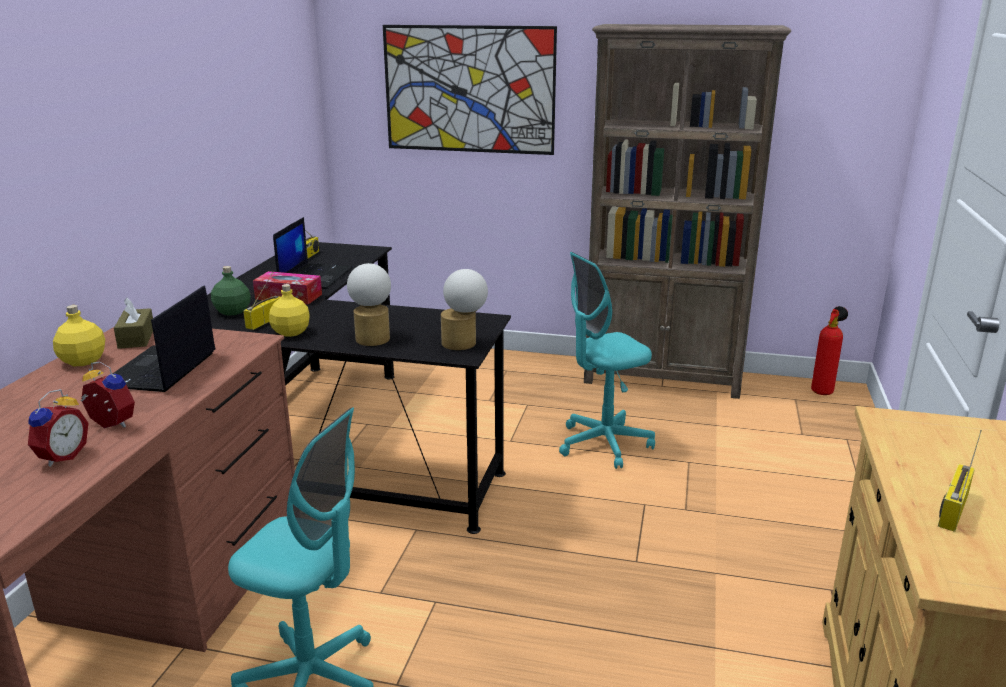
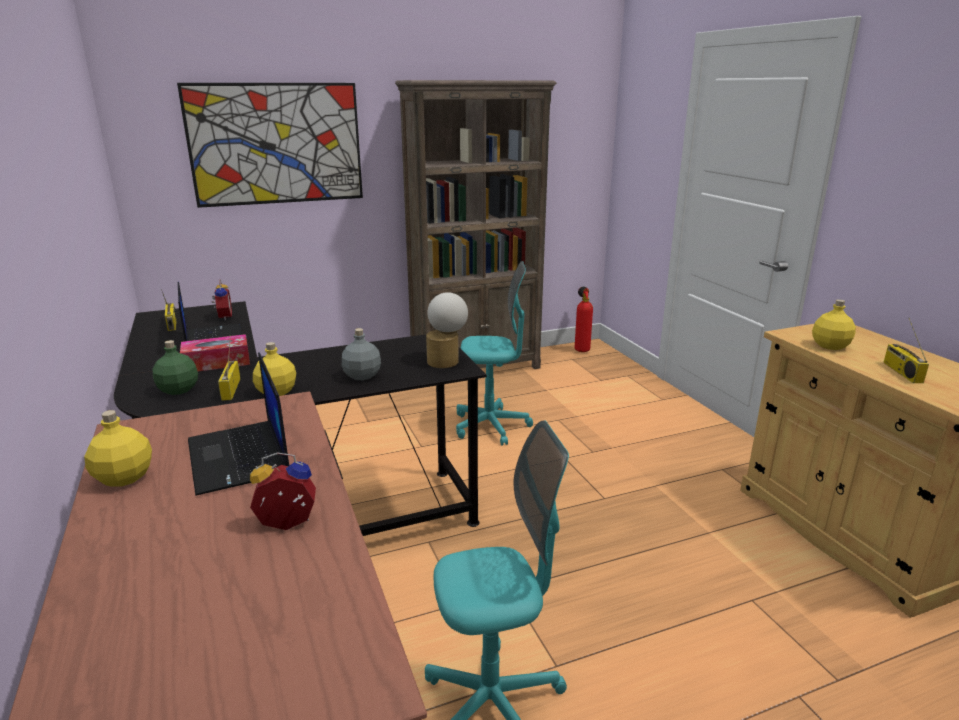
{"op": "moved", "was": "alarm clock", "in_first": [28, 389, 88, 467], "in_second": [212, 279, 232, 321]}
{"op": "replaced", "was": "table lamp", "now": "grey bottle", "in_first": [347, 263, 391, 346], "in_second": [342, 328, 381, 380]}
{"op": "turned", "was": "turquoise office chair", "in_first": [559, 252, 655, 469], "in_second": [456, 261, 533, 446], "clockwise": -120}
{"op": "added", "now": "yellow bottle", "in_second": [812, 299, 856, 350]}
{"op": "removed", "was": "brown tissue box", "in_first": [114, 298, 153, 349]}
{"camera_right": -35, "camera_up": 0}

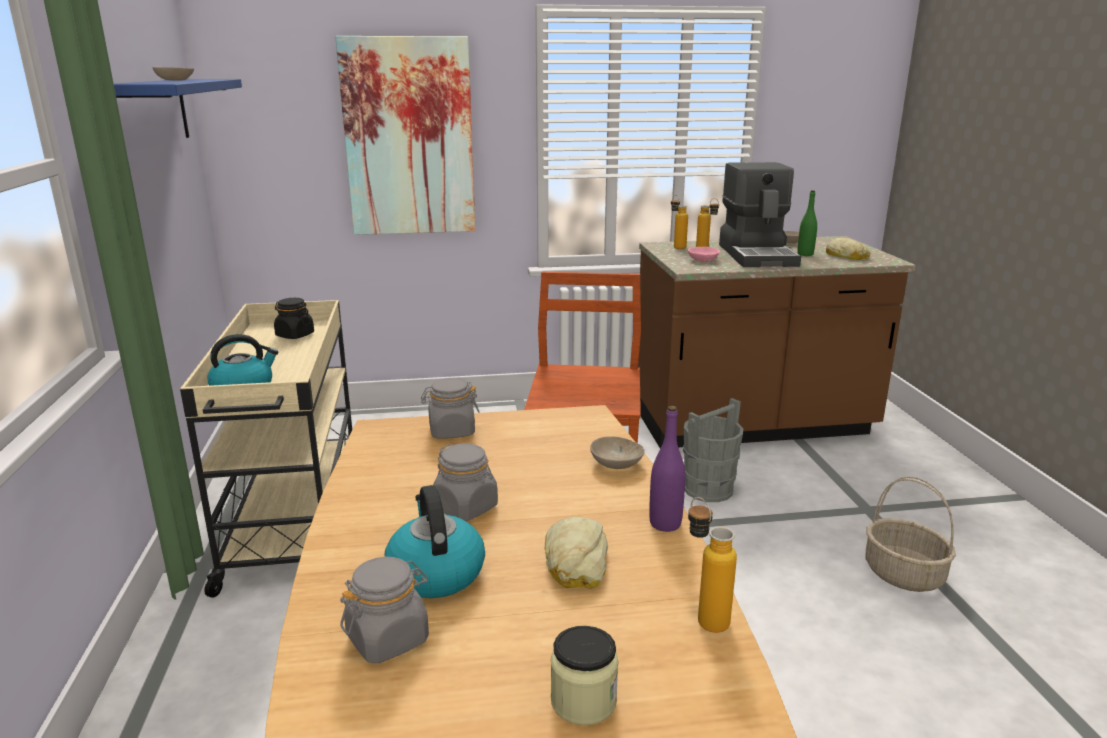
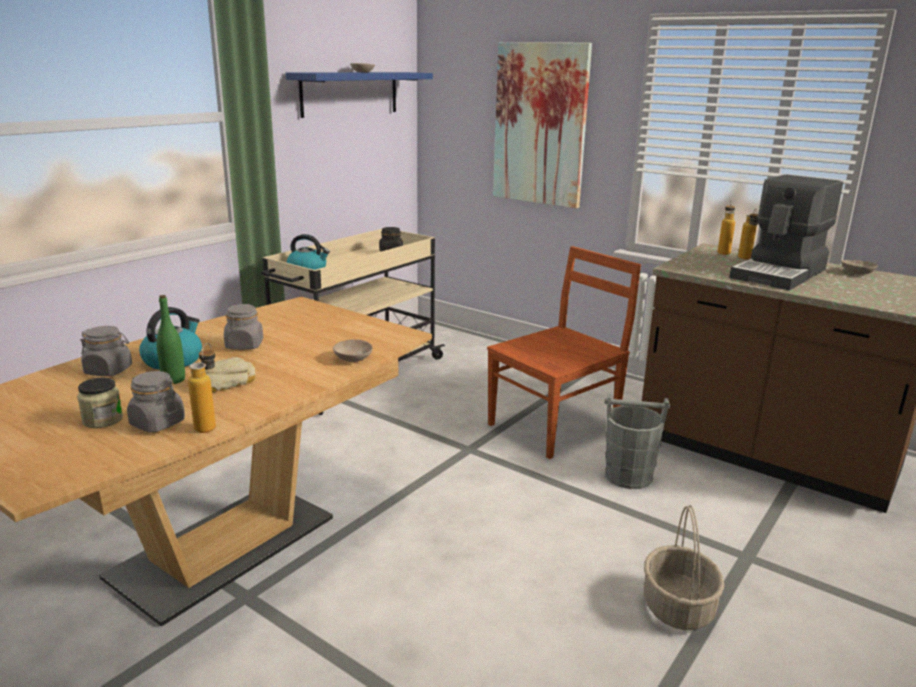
{"op": "moved", "was": "grey jar", "in_first": [421, 378, 479, 439], "in_second": [127, 371, 185, 433]}
{"op": "moved", "was": "green bottle", "in_first": [797, 190, 817, 256], "in_second": [156, 295, 185, 384]}
{"op": "removed", "was": "purple bottle", "in_first": [649, 406, 686, 532]}
{"op": "removed", "was": "pink bowl", "in_first": [688, 247, 720, 262]}
{"op": "removed", "was": "bread", "in_first": [826, 238, 870, 260]}
{"camera_right": 45, "camera_up": 0}

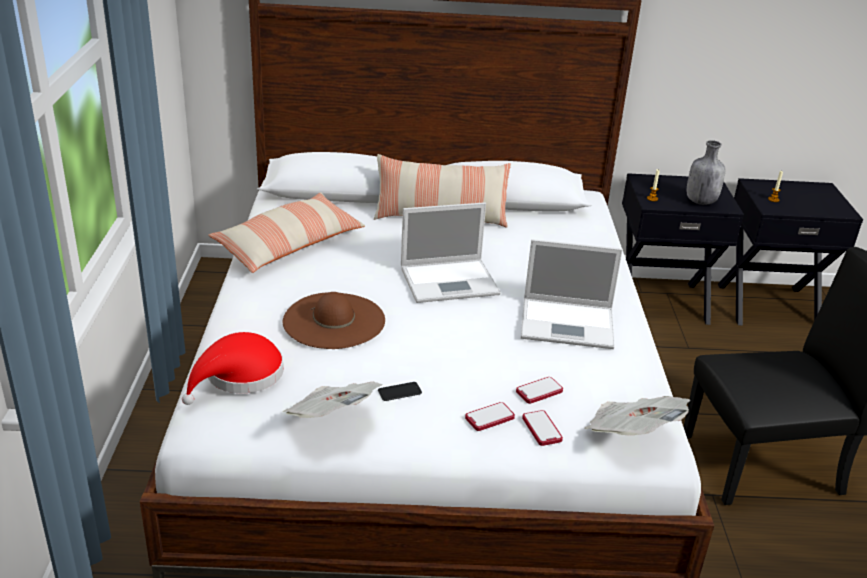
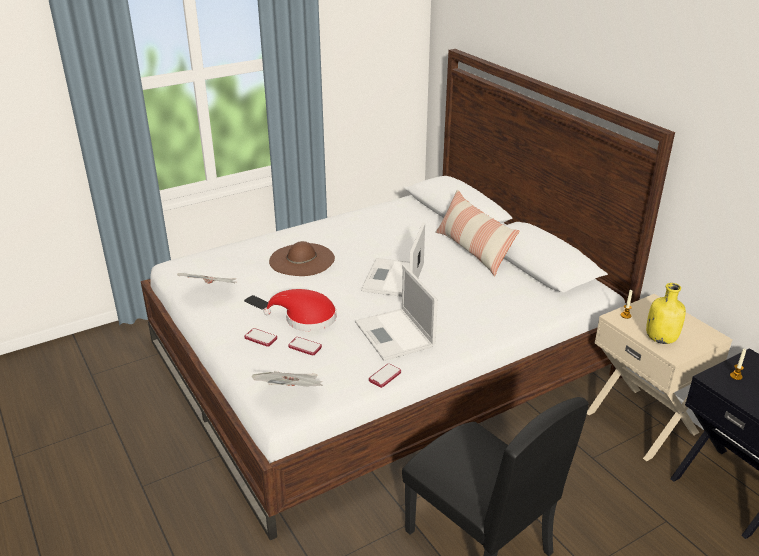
{"op": "moved", "was": "red hat", "in_first": [182, 332, 284, 405], "in_second": [264, 289, 336, 331]}
{"op": "turned", "was": "laptop", "in_first": [401, 202, 501, 303], "in_second": [361, 222, 425, 297], "clockwise": 60}
{"op": "moved", "was": "phone", "in_first": [522, 410, 563, 446], "in_second": [369, 364, 401, 388]}
{"op": "recoloured", "was": "black nightstand", "now": "beige nightstand", "in_first": [622, 173, 744, 325], "in_second": [587, 294, 732, 461]}
{"op": "recoloured", "was": "grey bottle", "now": "yellow bottle", "in_first": [687, 140, 725, 205], "in_second": [646, 283, 686, 344]}
{"op": "removed", "was": "pillow", "in_first": [208, 192, 365, 273]}
{"camera_right": 60, "camera_up": 0}

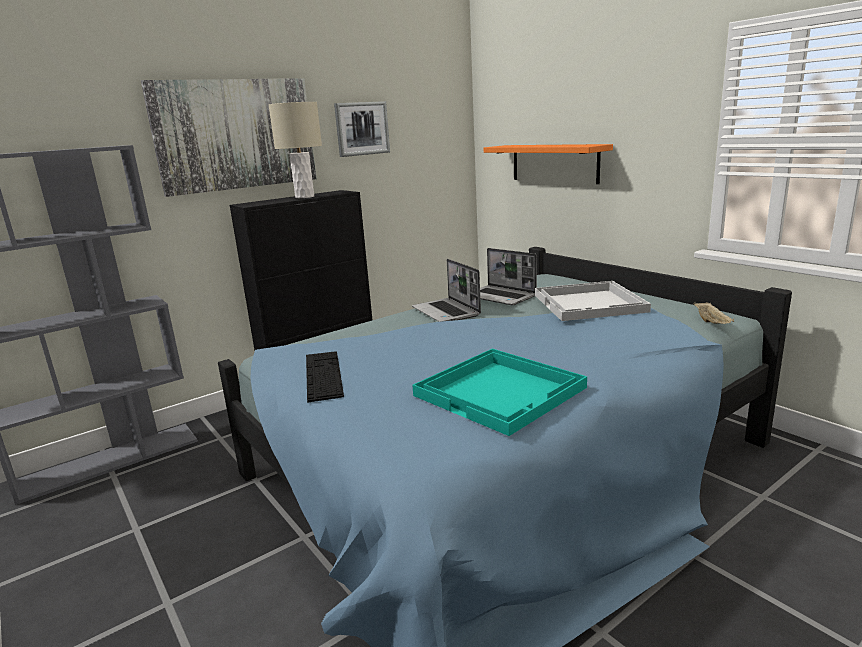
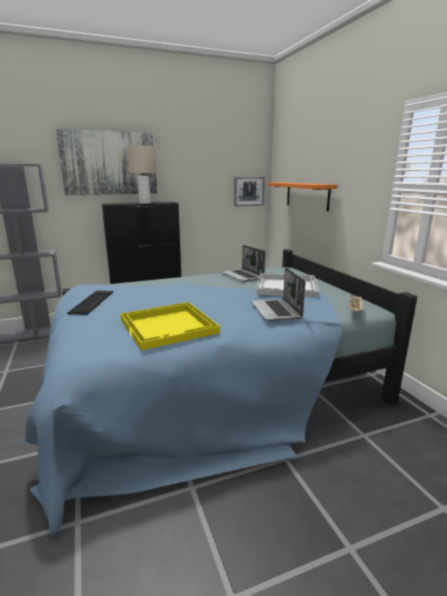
{"op": "recoloured", "was": "turquoise tray", "now": "yellow tray", "in_first": [412, 349, 587, 436], "in_second": [121, 302, 220, 350]}
{"op": "moved", "was": "picture", "in_first": [334, 101, 390, 157], "in_second": [234, 177, 265, 206]}
{"op": "moved", "was": "laptop", "in_first": [412, 259, 481, 322], "in_second": [251, 267, 305, 321]}
{"camera_right": 15, "camera_up": 0}

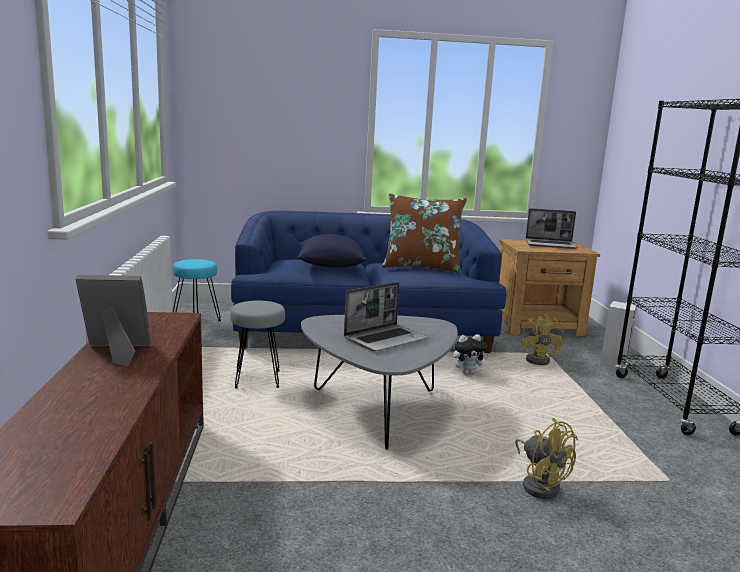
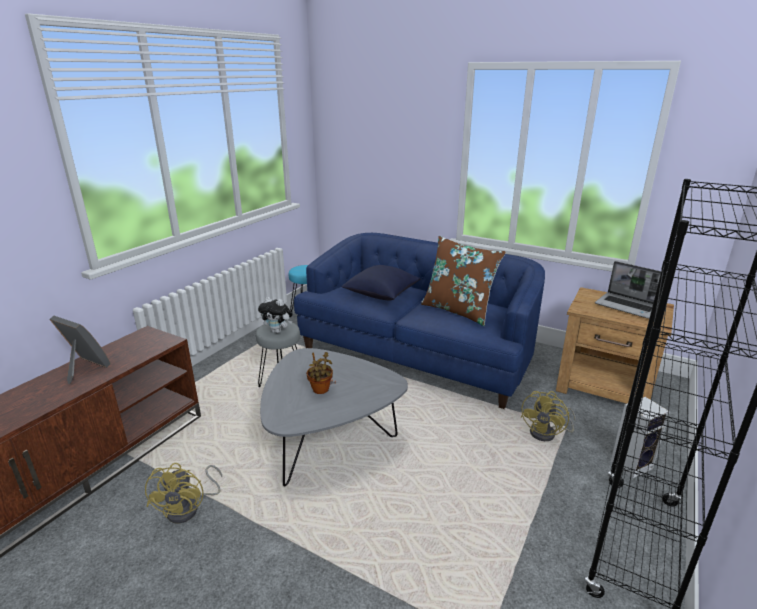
{"op": "moved", "was": "yellow fan", "in_first": [515, 418, 578, 499], "in_second": [145, 463, 222, 523]}
{"op": "moved", "was": "plush toy", "in_first": [453, 334, 488, 374], "in_second": [258, 297, 293, 333]}
{"op": "replaced", "was": "laptop", "now": "potted plant", "in_first": [344, 282, 428, 352], "in_second": [306, 352, 333, 394]}
{"camera_right": 35, "camera_up": 10}

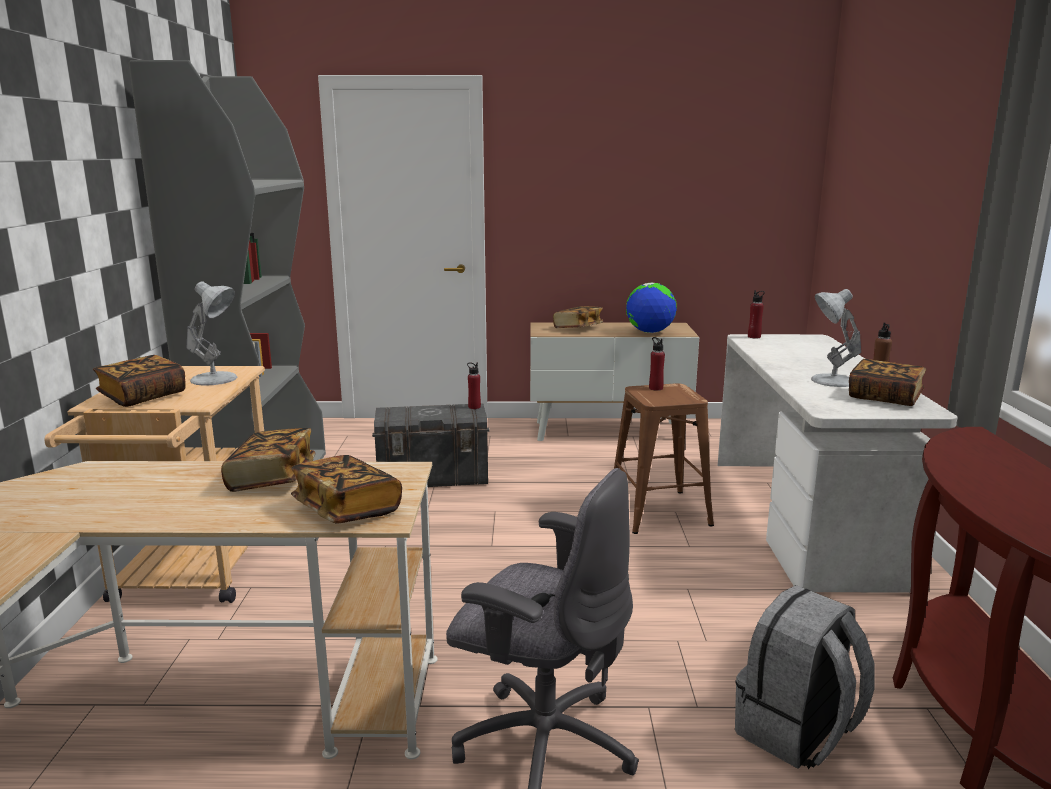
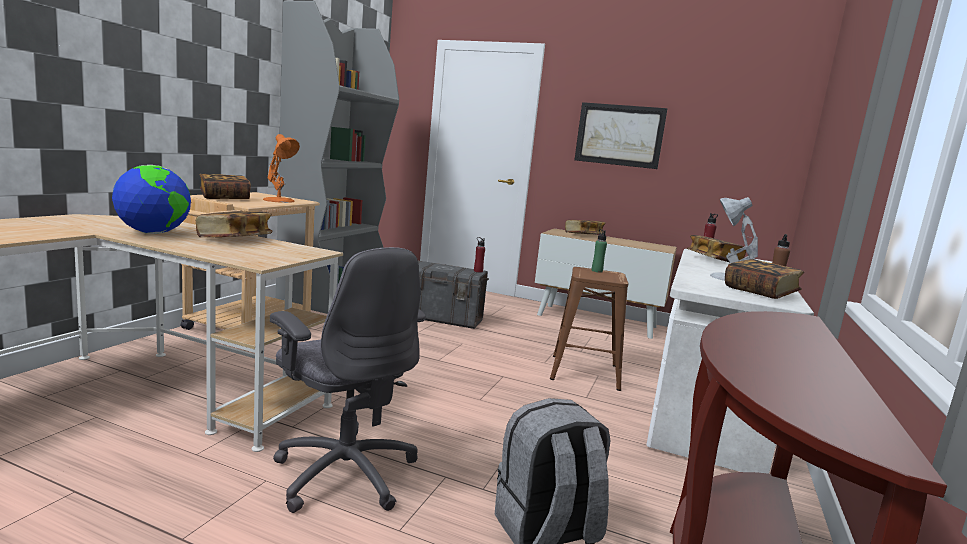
{"op": "moved", "was": "globe", "in_first": [626, 282, 677, 333], "in_second": [112, 165, 191, 234]}
{"op": "recoloured", "was": "white table lamp", "now": "orange table lamp", "in_first": [187, 282, 237, 386], "in_second": [263, 134, 300, 203]}
{"op": "added", "now": "picture", "in_second": [574, 102, 667, 169]}
{"op": "recoloured", "was": "red bottle", "now": "green bottle", "in_first": [649, 337, 665, 391], "in_second": [592, 229, 607, 273]}
{"op": "moved", "was": "book", "in_first": [291, 455, 402, 524], "in_second": [687, 235, 746, 262]}
{"camera_right": 20, "camera_up": -5}

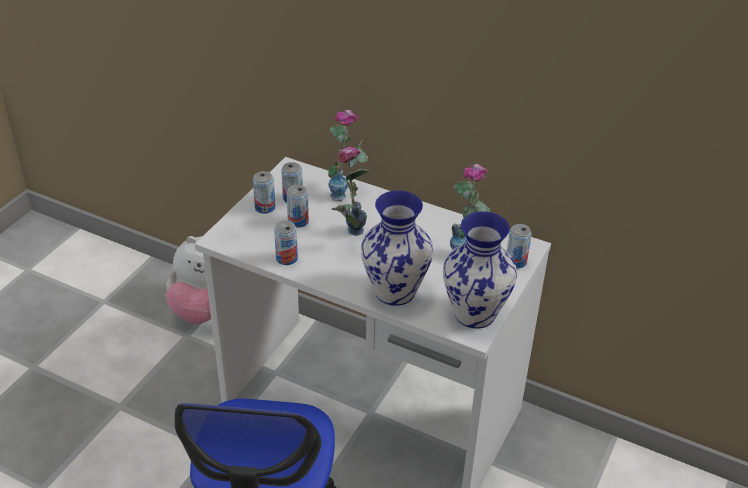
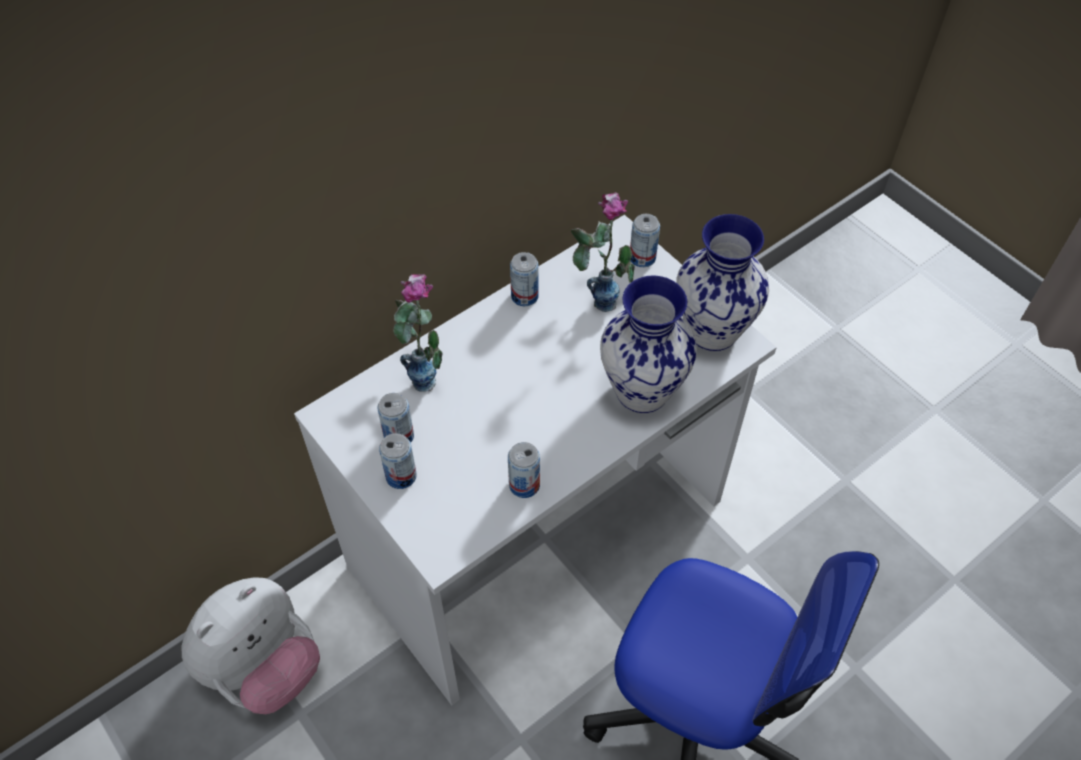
{"op": "moved", "was": "can", "in_first": [287, 185, 309, 228], "in_second": [510, 252, 539, 306]}
{"op": "removed", "was": "vase", "in_first": [332, 147, 368, 236]}
{"camera_right": -65, "camera_up": 15}

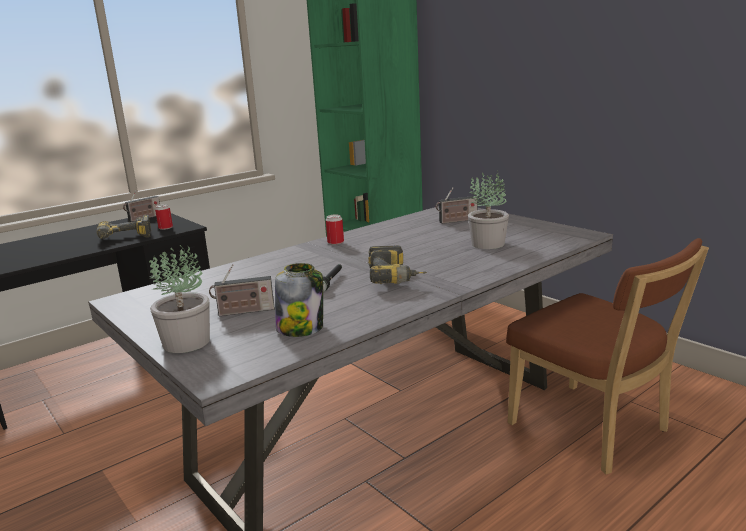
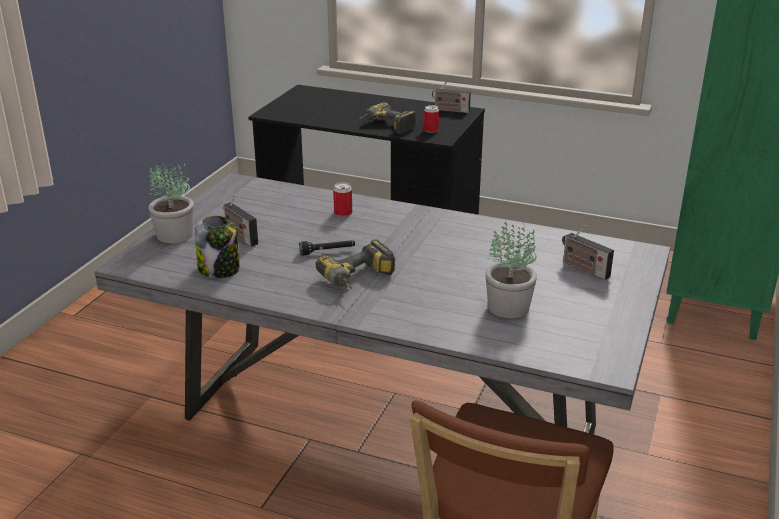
{"op": "moved", "was": "can", "in_first": [326, 214, 344, 245], "in_second": [333, 183, 352, 217]}
{"camera_right": 60, "camera_up": 10}

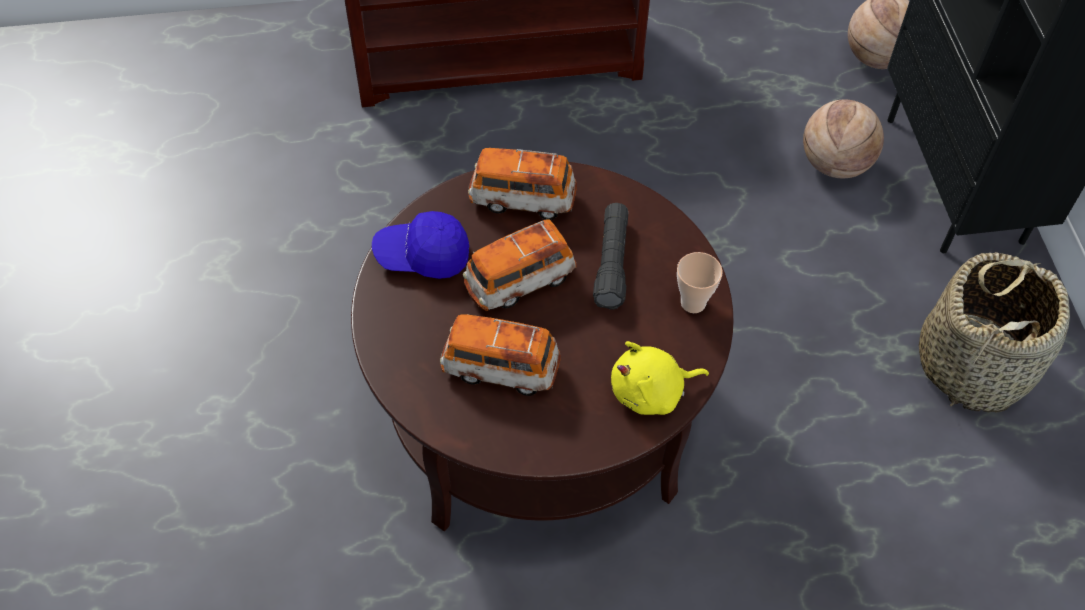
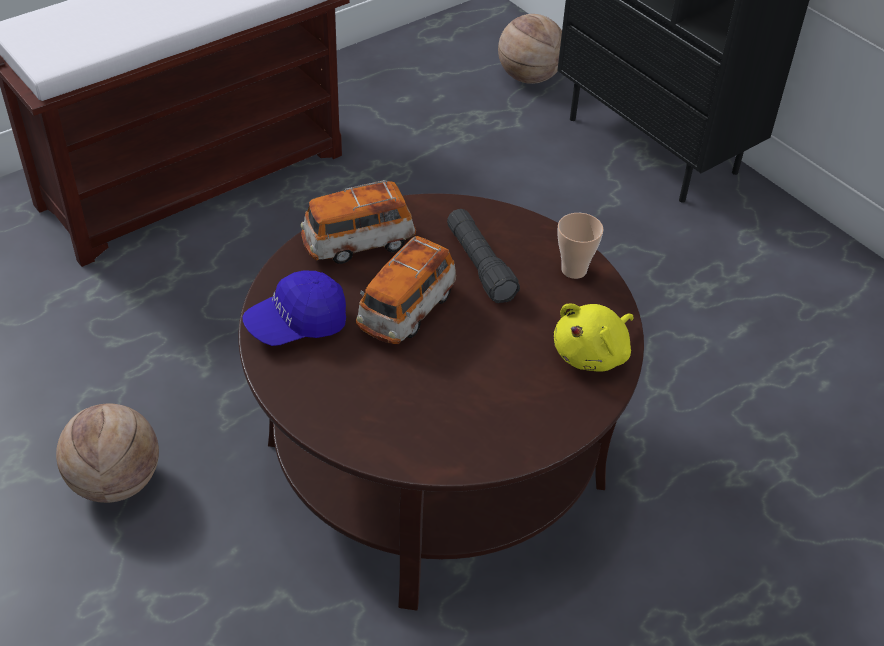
{"op": "moved", "was": "basketball", "in_first": [803, 99, 884, 178], "in_second": [56, 403, 159, 503]}
{"op": "removed", "was": "toy car", "in_first": [440, 314, 561, 396]}
{"op": "removed", "was": "basket", "in_first": [919, 252, 1070, 413]}
{"camera_right": -30, "camera_up": -10}

